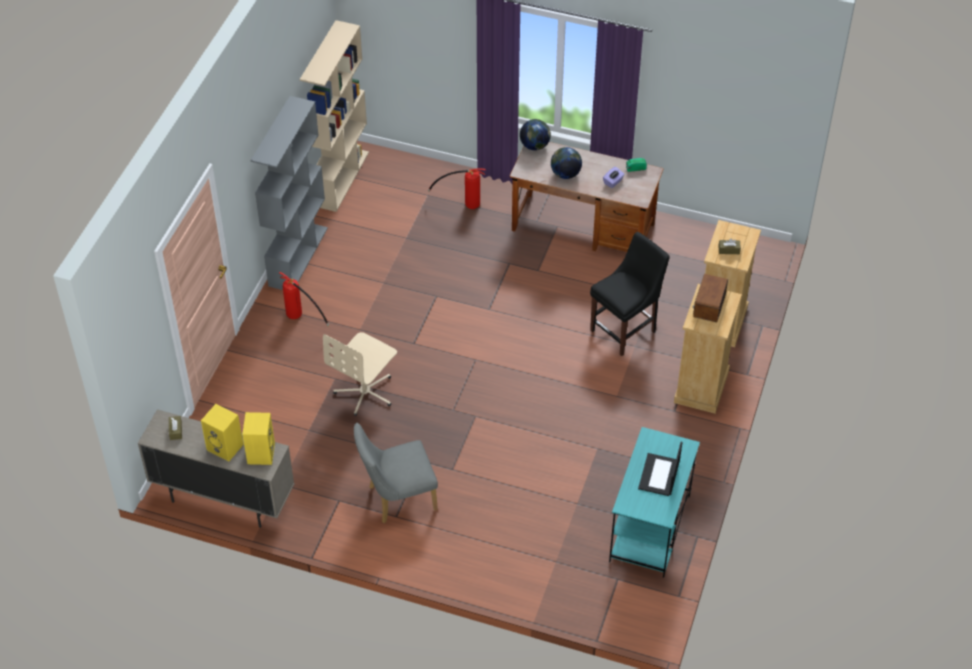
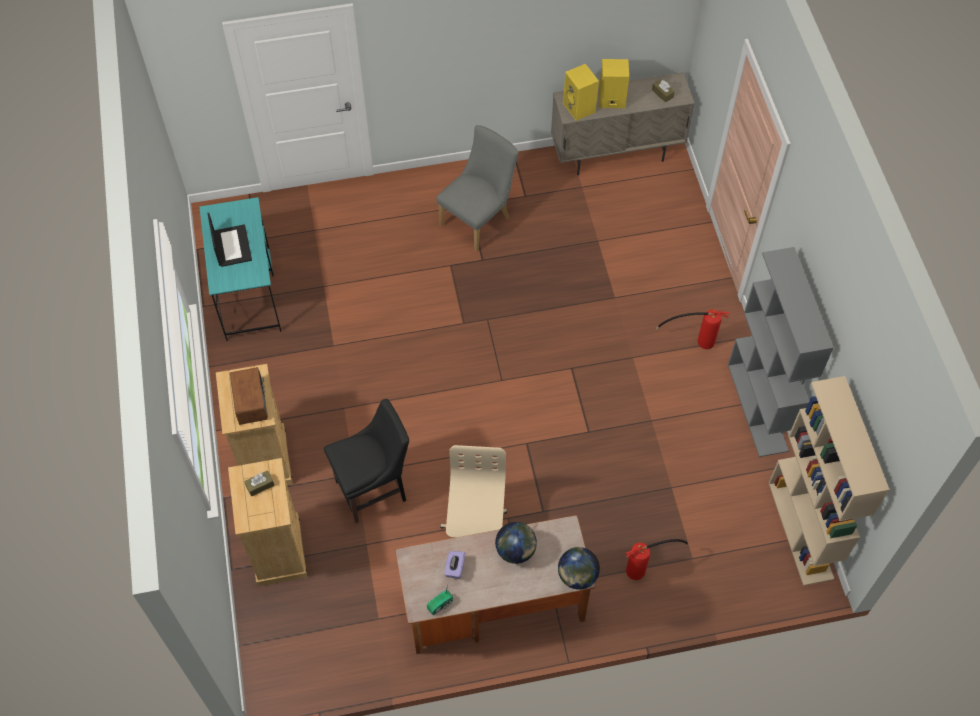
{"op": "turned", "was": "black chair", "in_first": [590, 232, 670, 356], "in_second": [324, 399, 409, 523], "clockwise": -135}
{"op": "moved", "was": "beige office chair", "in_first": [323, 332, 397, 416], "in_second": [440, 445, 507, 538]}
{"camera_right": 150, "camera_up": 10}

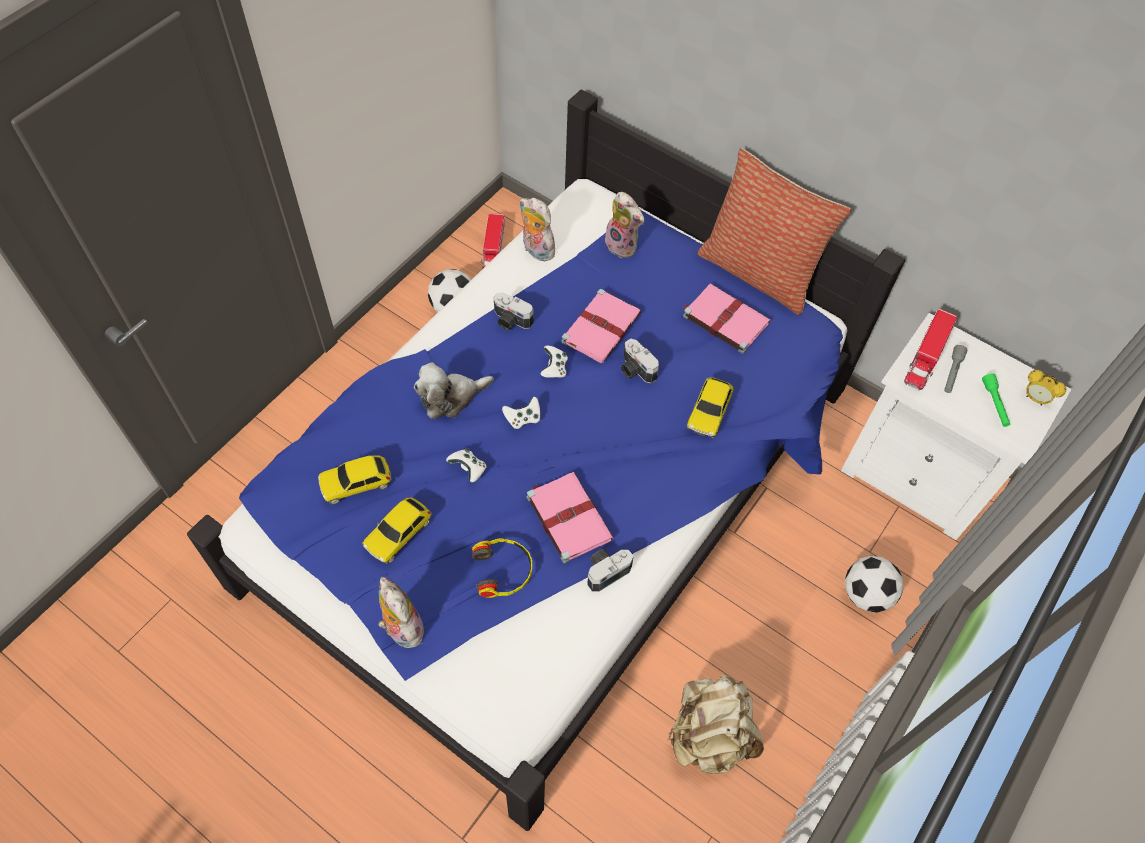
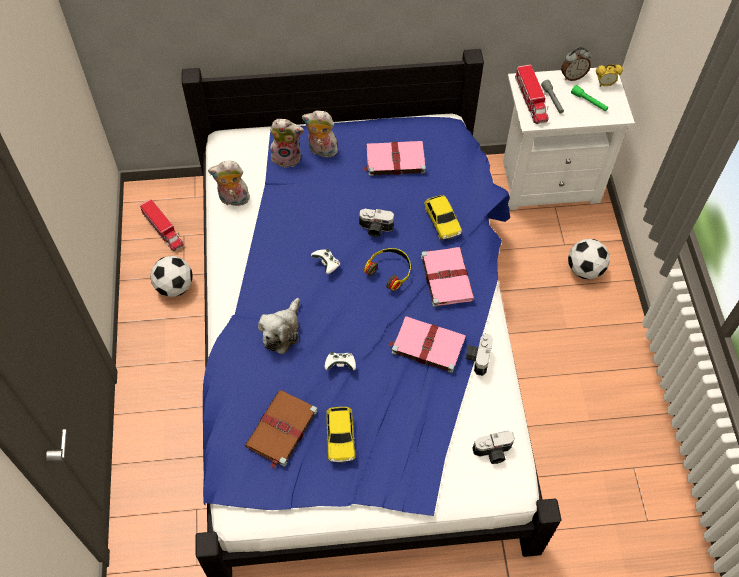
{"op": "replaced", "was": "toy car", "now": "brown book", "in_first": [318, 455, 392, 505], "in_second": [245, 390, 318, 469]}
{"op": "moved", "was": "plush toy", "in_first": [378, 577, 424, 648], "in_second": [302, 111, 338, 158]}
{"op": "moved", "was": "headphones", "in_first": [472, 538, 532, 598], "in_second": [364, 248, 411, 291]}
{"op": "moved", "was": "pink book", "in_first": [561, 289, 641, 363], "in_second": [421, 247, 474, 307]}
{"op": "moved", "was": "photo camera", "in_first": [493, 293, 534, 331], "in_second": [472, 431, 515, 464]}
{"op": "added", "now": "alarm clock", "in_second": [561, 47, 591, 81]}
{"op": "removed", "was": "white game controller", "in_first": [502, 397, 540, 429]}
{"op": "removed", "was": "beige backpack", "in_first": [667, 674, 764, 774]}
{"op": "removed", "was": "pillow", "in_first": [697, 148, 851, 315]}
{"camera_right": -40, "camera_up": 0}

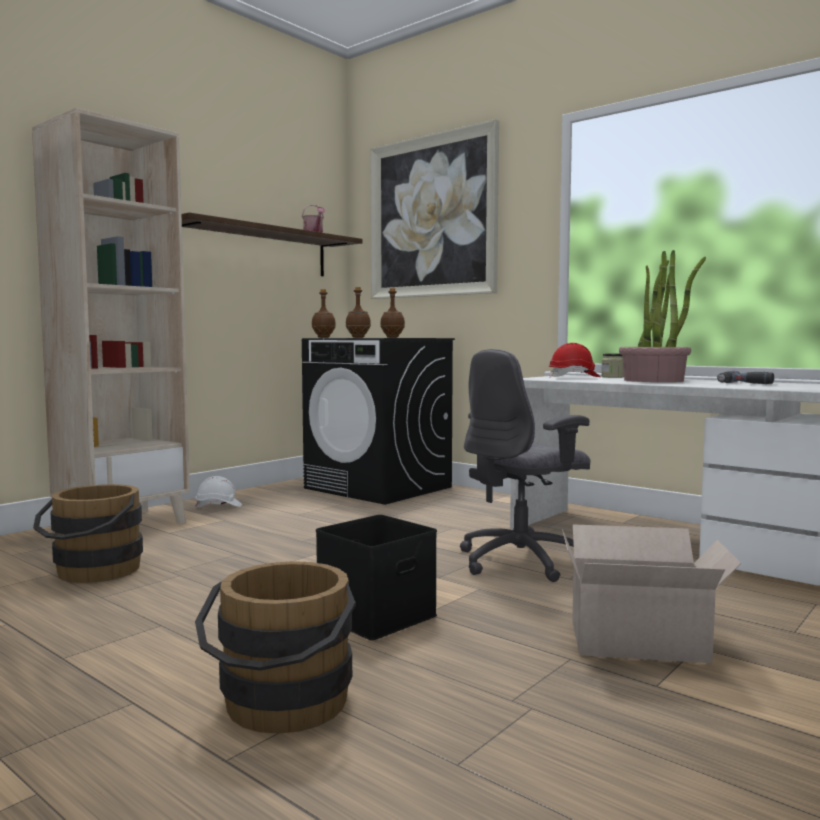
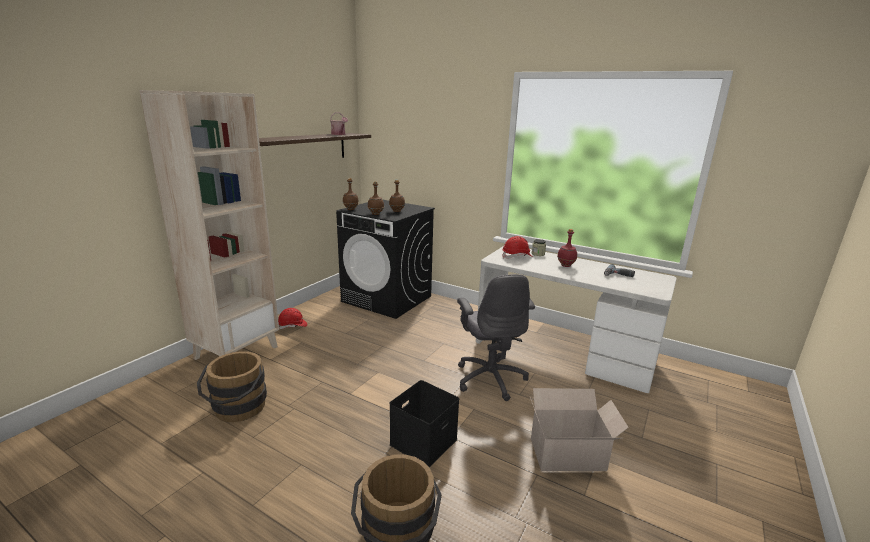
{"op": "recoloured", "was": "white hard hat", "now": "red hard hat", "in_first": [195, 476, 242, 508], "in_second": [278, 308, 307, 329]}
{"op": "turned", "was": "grey office chair", "in_first": [460, 349, 591, 582], "in_second": [457, 274, 535, 401], "clockwise": -60}
{"op": "replaced", "was": "potted plant", "now": "red bottle", "in_first": [619, 250, 706, 382], "in_second": [557, 229, 577, 267]}
{"op": "removed", "was": "picture", "in_first": [370, 119, 499, 299]}
{"camera_right": -10, "camera_up": 15}

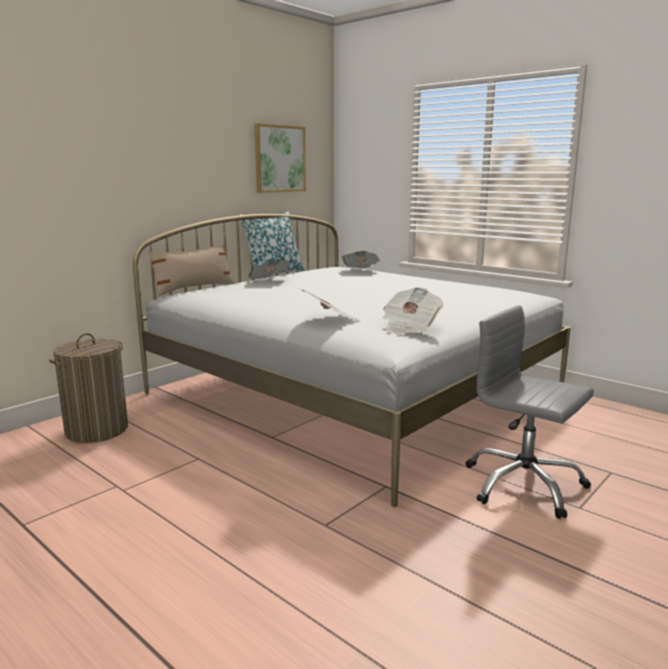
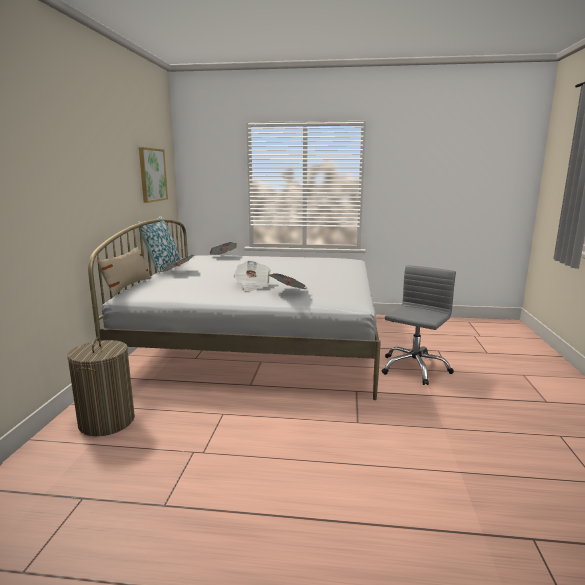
{"op": "moved", "was": "newspaper", "in_first": [383, 287, 443, 334], "in_second": [234, 261, 271, 291]}
{"op": "turned", "was": "grey office chair", "in_first": [466, 305, 594, 519], "in_second": [382, 265, 456, 385], "clockwise": 120}
{"camera_right": -35, "camera_up": 0}

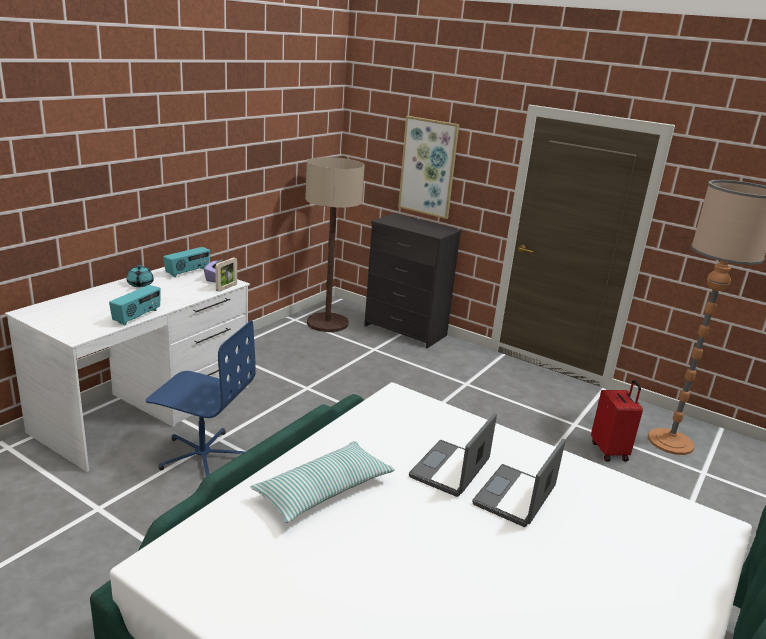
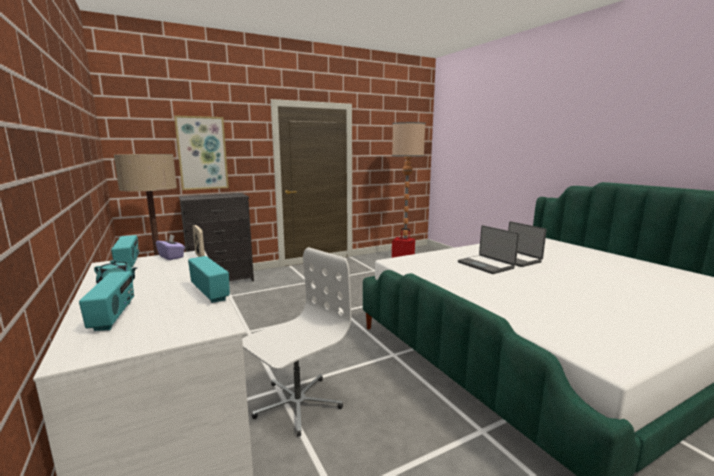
{"op": "added", "now": "radio", "in_second": [79, 271, 134, 331]}
{"op": "recoloured", "was": "blue office chair", "now": "white office chair", "in_first": [146, 320, 256, 476], "in_second": [242, 247, 351, 437]}
{"op": "removed", "was": "pillow", "in_first": [250, 441, 395, 523]}
{"camera_right": -60, "camera_up": -10}

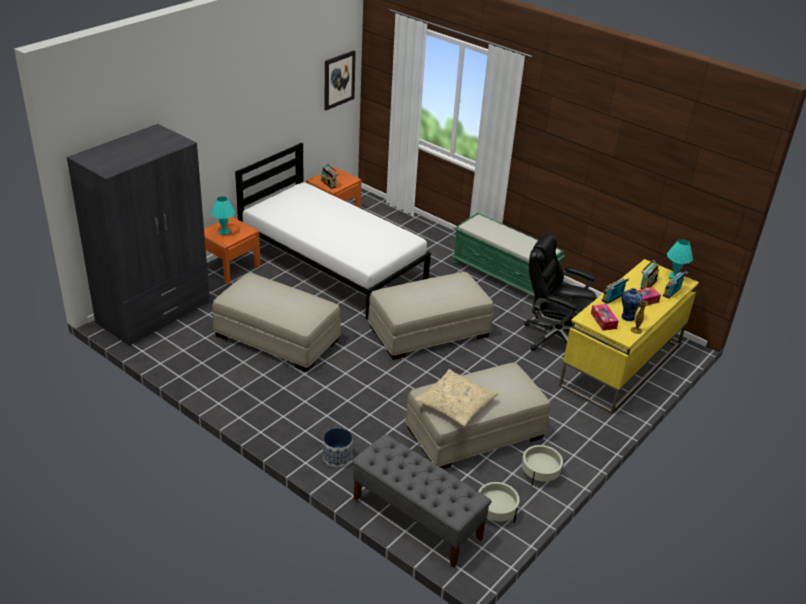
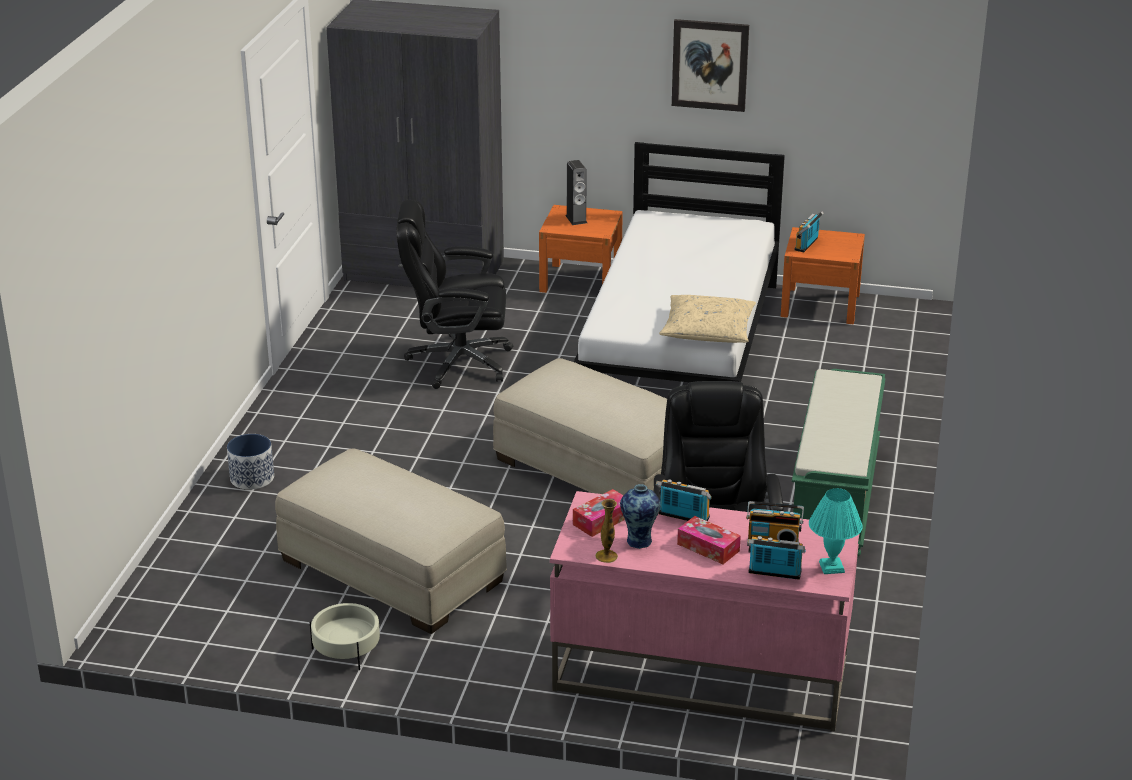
{"op": "replaced", "was": "beige ottoman", "now": "black office chair", "in_first": [212, 273, 341, 372], "in_second": [396, 200, 513, 389]}
{"op": "recoloured", "was": "yellow desk", "now": "pink desk", "in_first": [559, 259, 699, 414], "in_second": [550, 491, 860, 731]}
{"op": "replaced", "was": "turquoise table lamp", "now": "speaker", "in_first": [211, 196, 235, 235], "in_second": [566, 160, 587, 225]}
{"op": "moved", "was": "beige pillow", "in_first": [414, 369, 499, 426], "in_second": [659, 295, 756, 343]}
{"op": "moved", "was": "picture", "in_first": [325, 50, 356, 110], "in_second": [672, 19, 749, 112]}
{"op": "removed", "was": "grey bench", "in_first": [352, 434, 491, 568]}
{"op": "removed", "was": "beige planter", "in_first": [478, 481, 520, 523]}
{"camera_right": 65, "camera_up": -5}

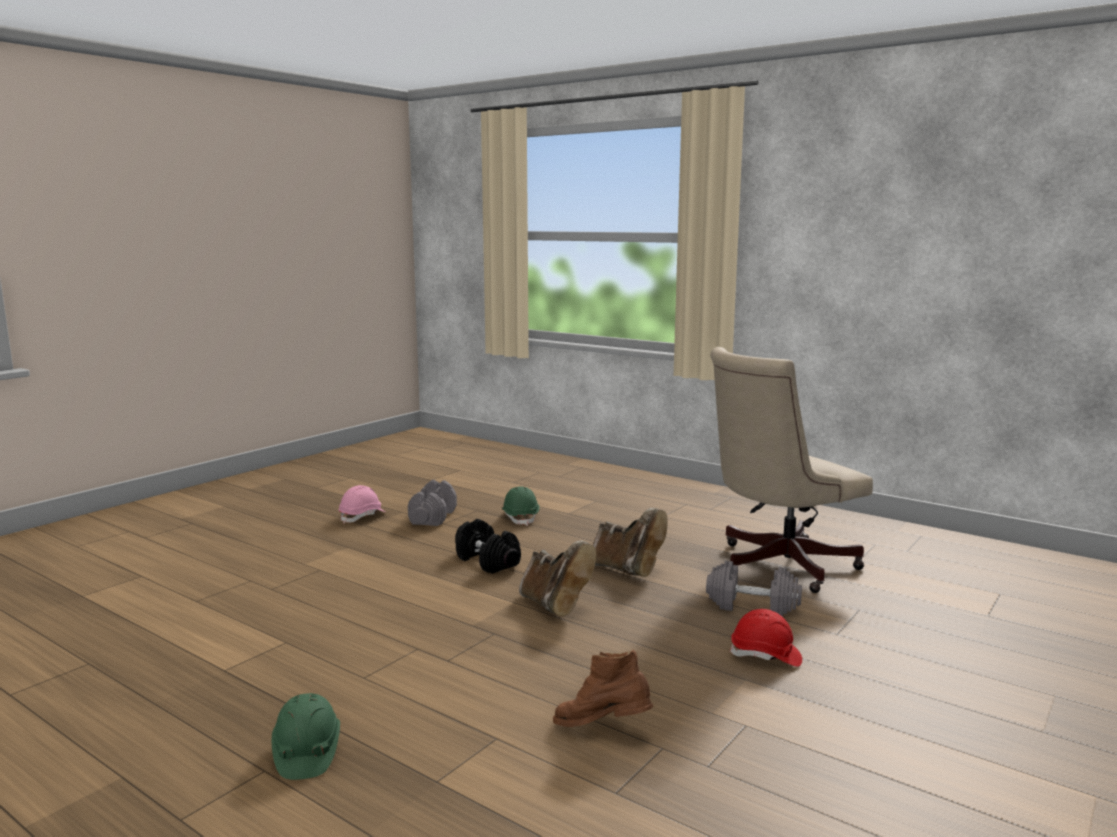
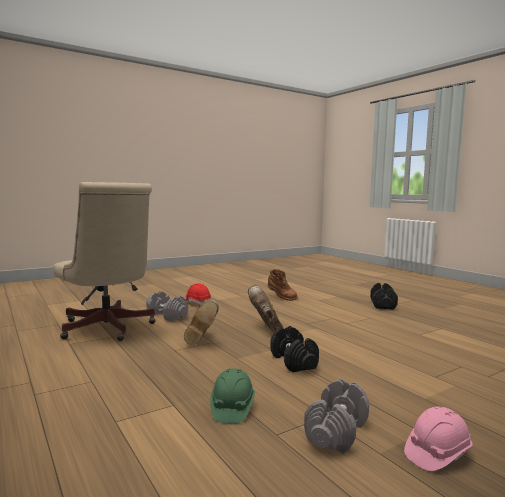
{"op": "turned", "was": "beige office chair", "in_first": [710, 347, 873, 593], "in_second": [53, 182, 156, 341], "clockwise": 60}
{"op": "turned", "was": "brown boot", "in_first": [593, 508, 668, 577], "in_second": [184, 300, 219, 345], "clockwise": -150}
{"op": "replaced", "was": "green hard hat", "now": "black dumbbell", "in_first": [272, 693, 340, 780], "in_second": [370, 283, 398, 310]}
{"camera_right": -160, "camera_up": -5}

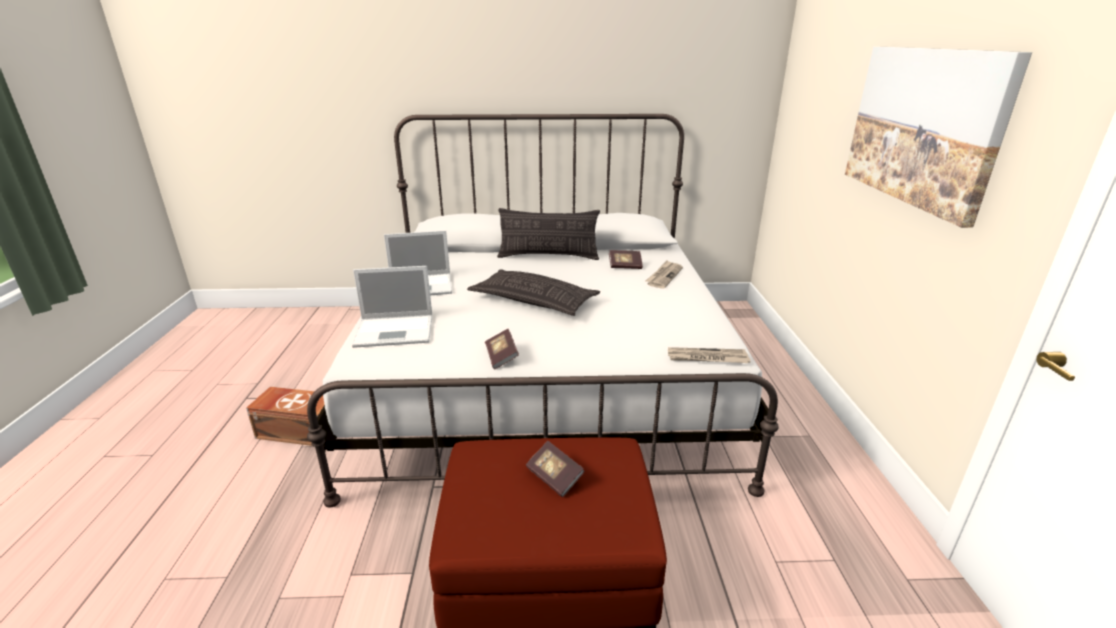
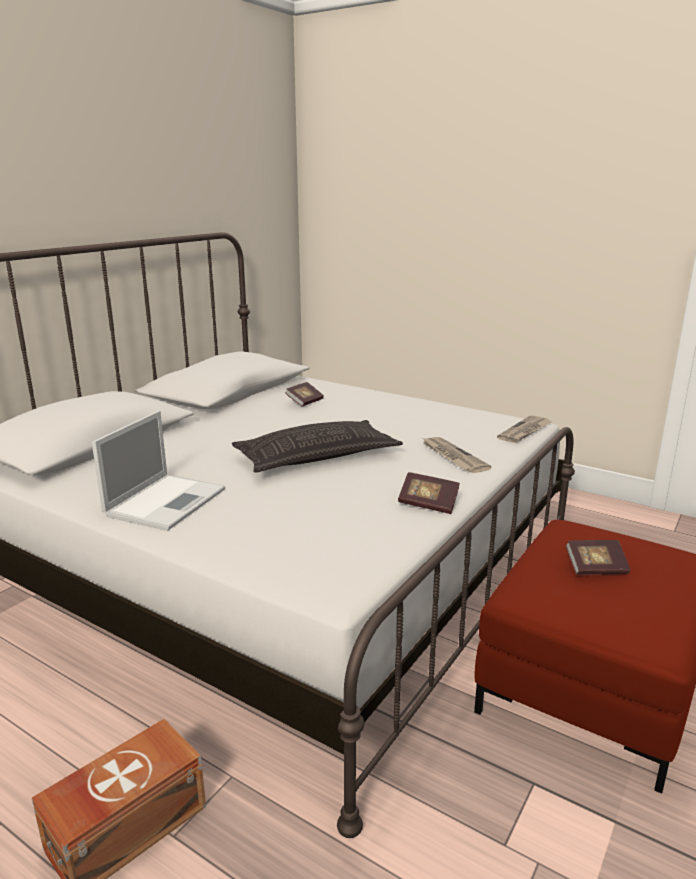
{"op": "moved", "was": "newspaper", "in_first": [645, 260, 683, 289], "in_second": [422, 437, 491, 473]}
{"op": "removed", "was": "laptop", "in_first": [352, 266, 432, 348]}
{"op": "removed", "was": "pillow", "in_first": [497, 208, 600, 260]}
{"op": "removed", "was": "picture", "in_first": [845, 47, 1032, 228]}
{"camera_right": -55, "camera_up": -5}

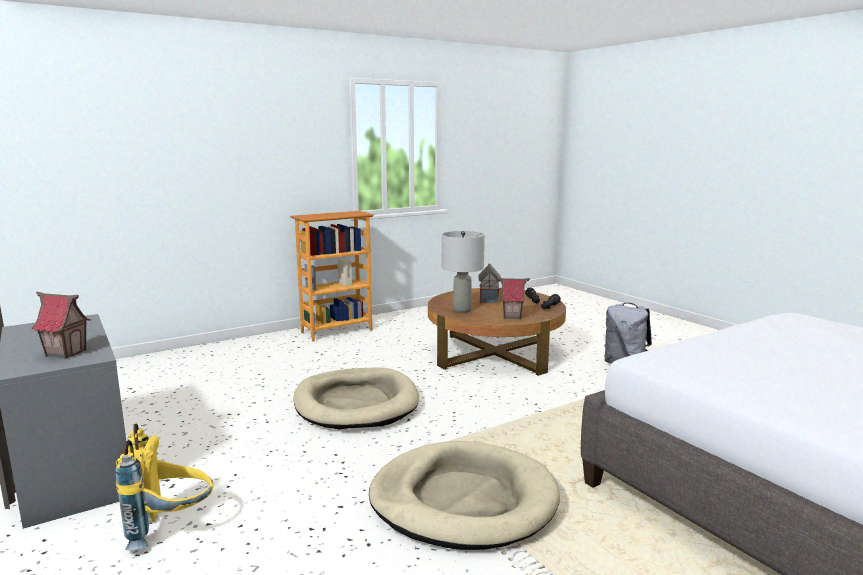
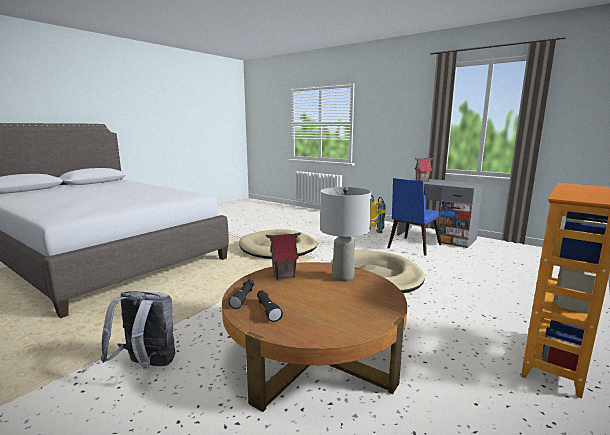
{"op": "added", "now": "blue chair", "in_second": [387, 178, 441, 256]}
{"op": "removed", "was": "toy house", "in_first": [479, 264, 501, 304]}
{"camera_right": 160, "camera_up": 0}

